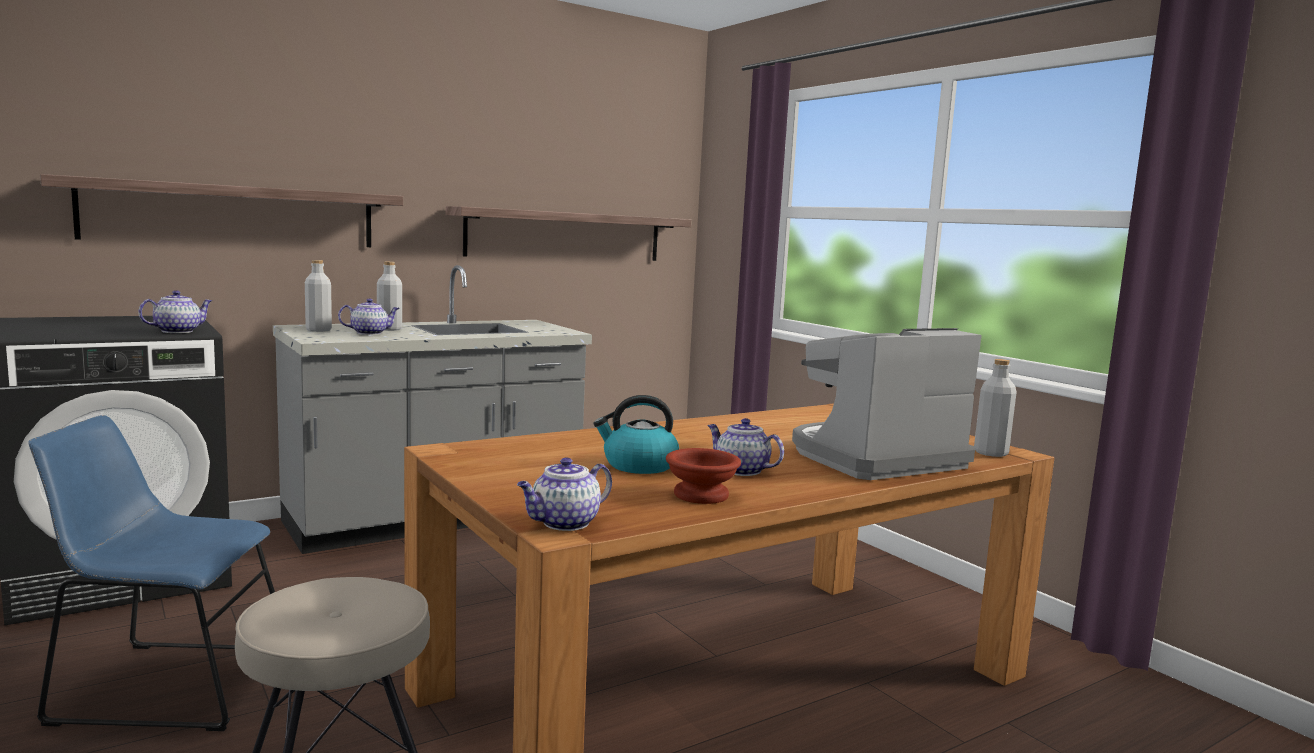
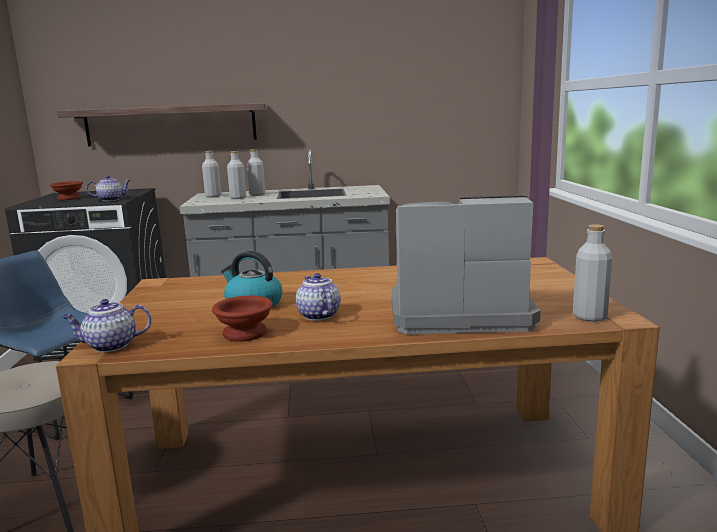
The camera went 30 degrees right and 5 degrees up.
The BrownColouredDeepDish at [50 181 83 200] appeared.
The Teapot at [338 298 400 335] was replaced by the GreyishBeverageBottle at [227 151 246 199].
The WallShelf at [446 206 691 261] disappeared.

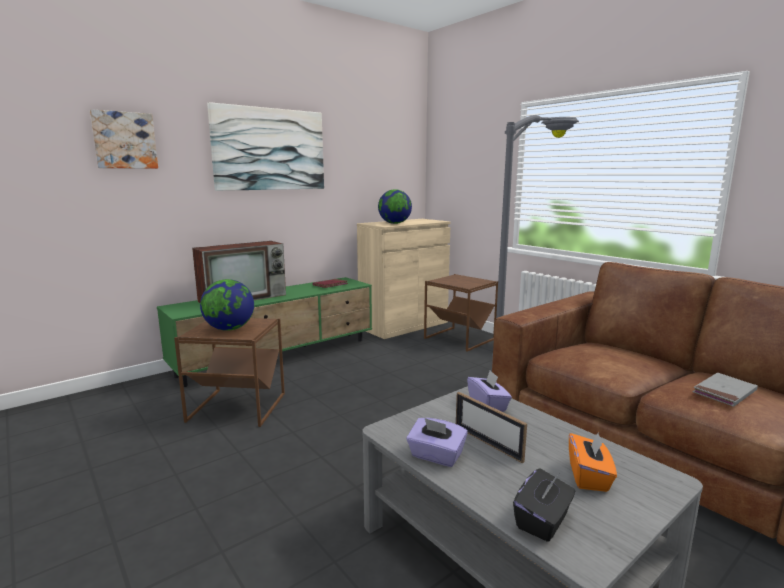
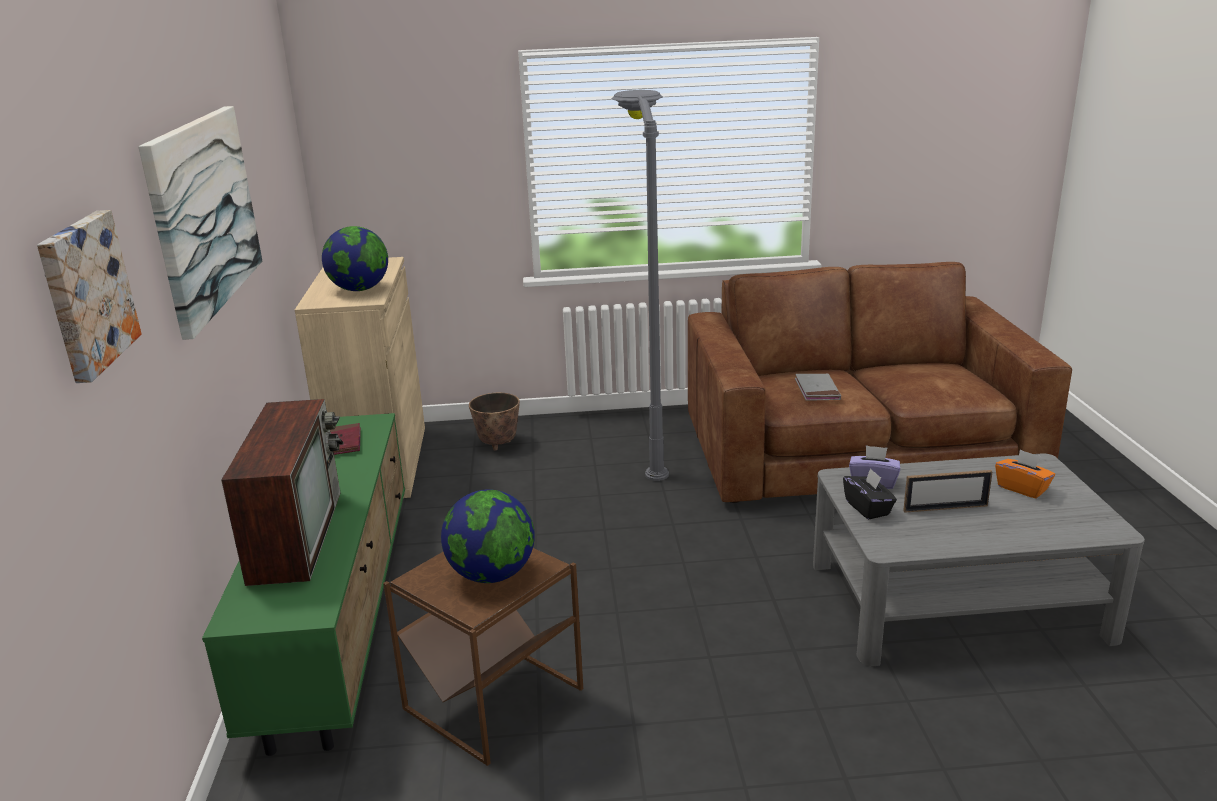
The camera went 55 degrees left and 10 degrees up.
The BrownColouredEndTable at [424 274 498 352] was replaced by the FlowerPot at [469 393 520 451].
The GreyishBook moved from [693 373 758 406] to [795 373 841 401].
The BlackColouredTissueHolder moved from [513 468 575 542] to [843 468 897 519].
The PurpleTissueHolder at [406 418 468 467] disappeared.

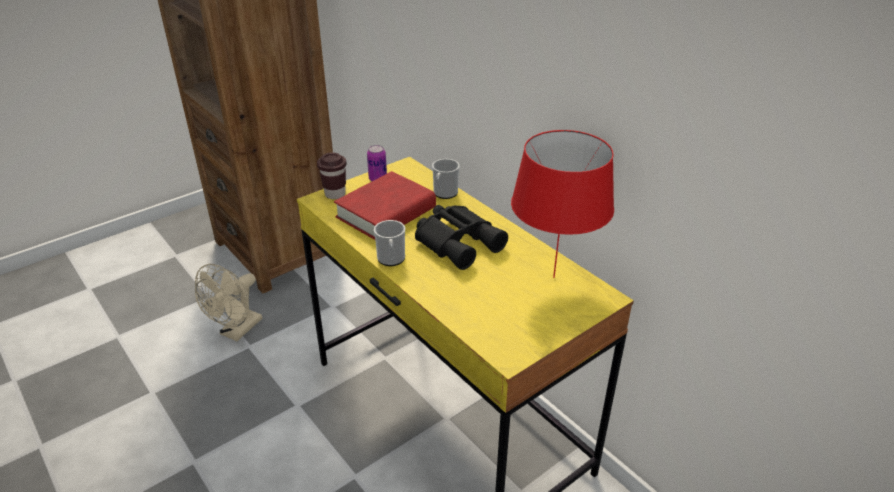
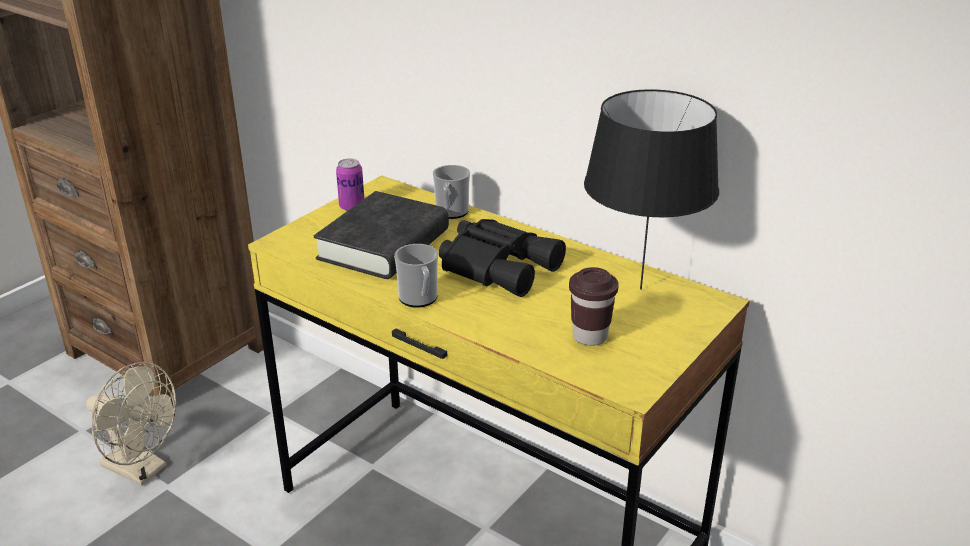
The camera went 15 degrees left and 5 degrees down.
The BeigeColouredFan at [195 264 262 341] turned 75 degrees counterclockwise.
The RedColouredBook at [334 171 436 240] became the BlackColouredBook at [313 191 449 279].
The BrownColouredSmallCup moved from [317 152 347 199] to [569 267 619 346].
The RedColouredTabletopLamp at [511 130 614 278] became the BlackColouredTabletopLamp at [584 89 719 290].

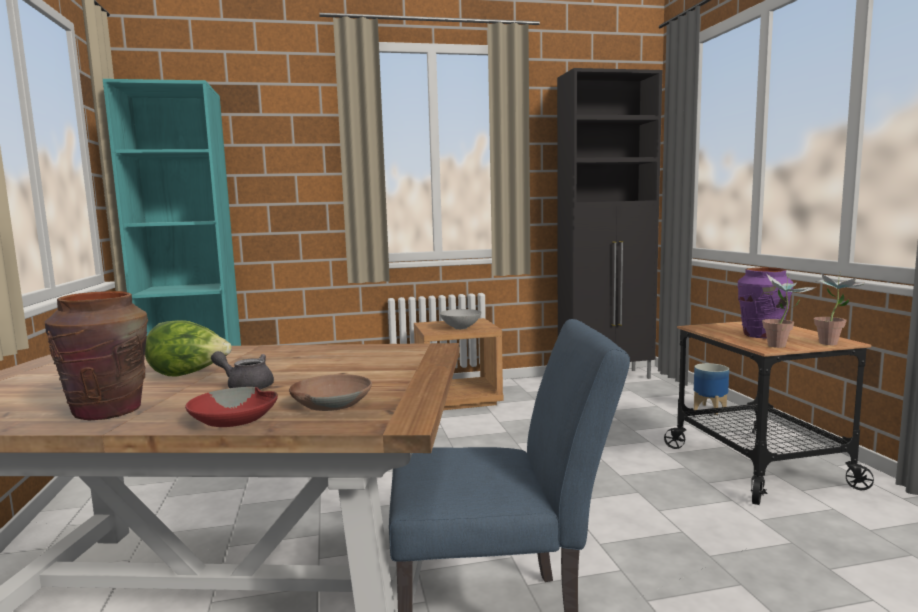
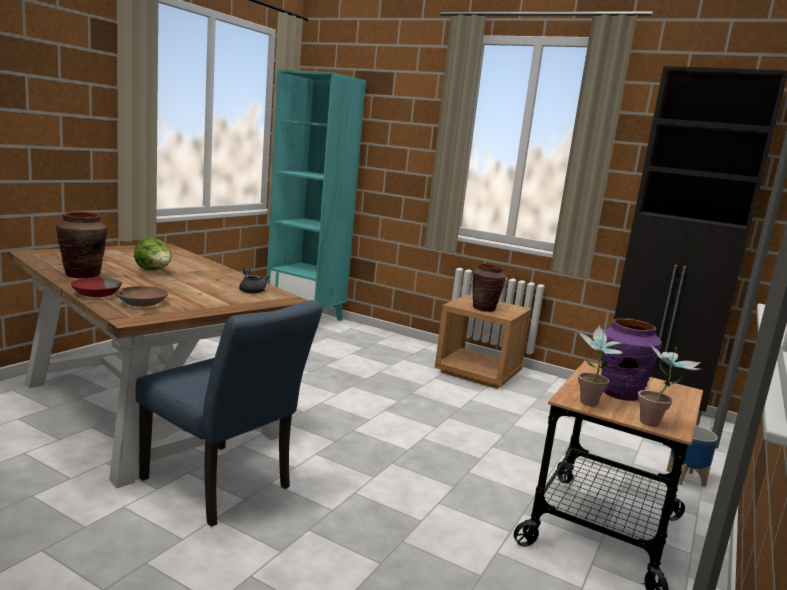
The camera went 40 degrees right and 5 degrees up.
The GreyishTeapot moved from [211 351 274 390] to [239 267 269 293].
The GreyishDeepDish at [440 309 481 329] was replaced by the BrownColouredVase at [472 263 506 312].

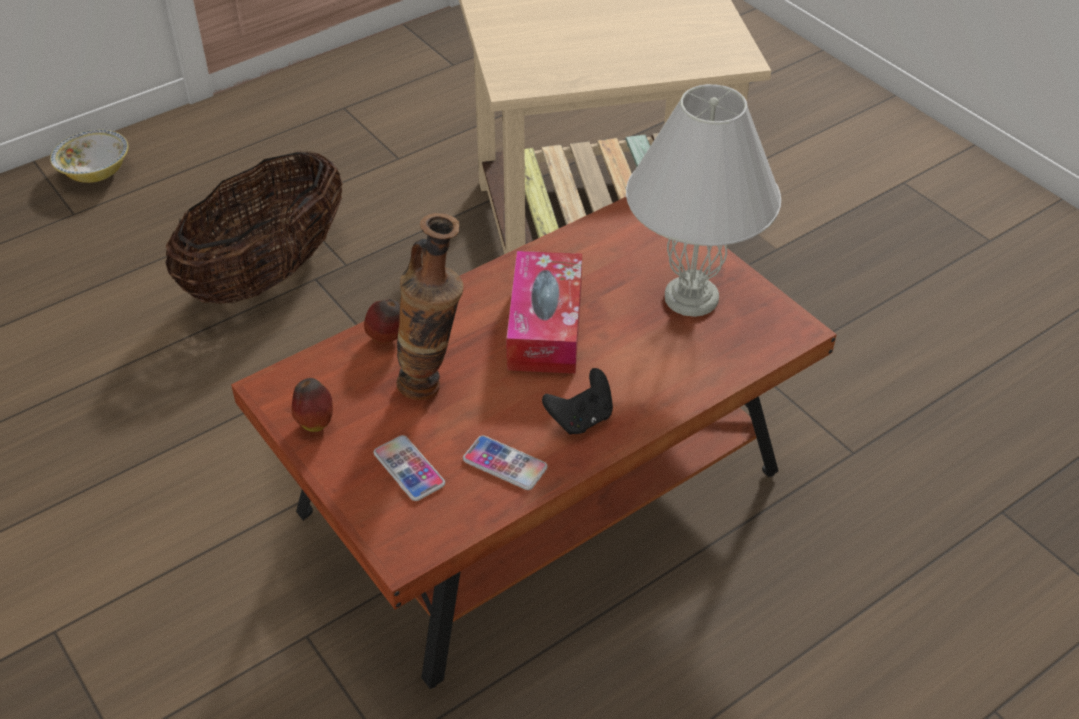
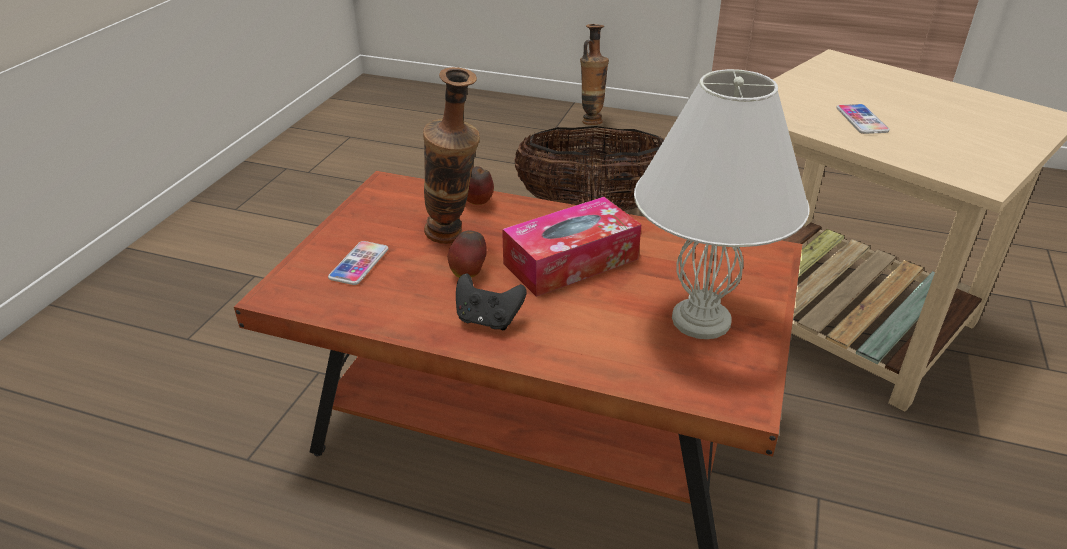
The camera went 55 degrees right and 10 degrees down.
The WholeApple moved from [291 378 333 432] to [448 230 487 278].
The DeepDish at [50 130 129 183] was replaced by the Vase at [580 24 609 125].
The Phone moved from [463 435 547 490] to [836 104 890 134].

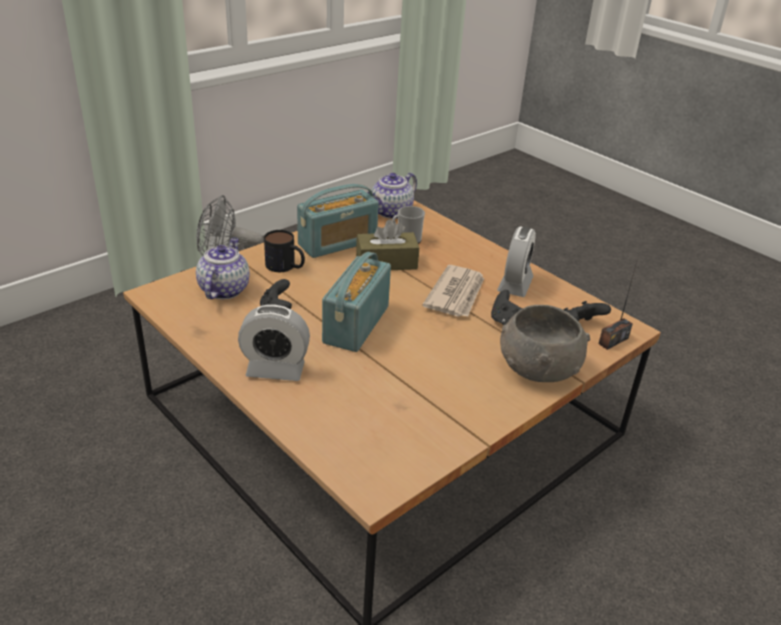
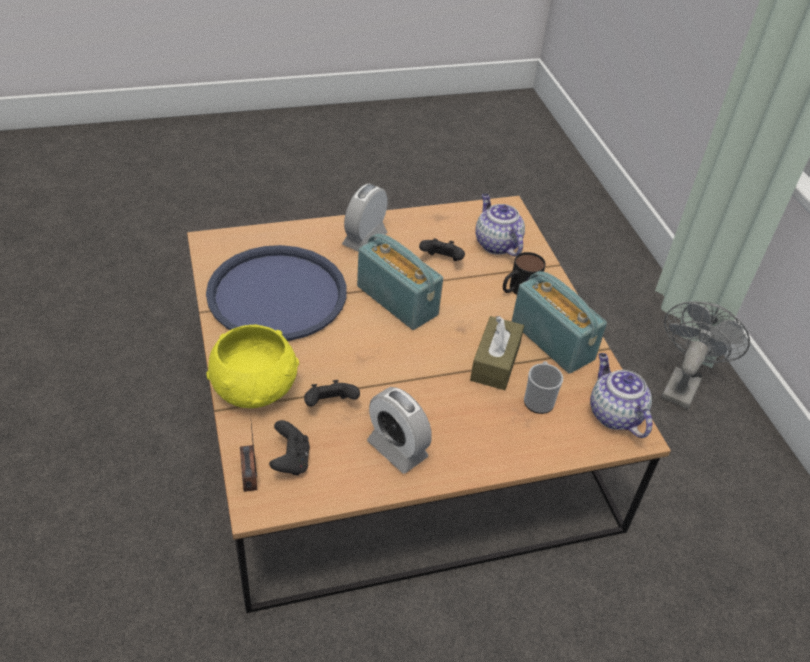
The camera went 115 degrees right and 10 degrees up.
The BlueTray at [206 245 347 341] appeared.
The GreyishDeepDish at [500 305 590 382] became the YellowDeepDish at [206 325 299 408].
The Teapot at [196 237 250 299] turned 150 degrees counterclockwise.
The RadioSet at [297 184 379 258] turned 150 degrees clockwise.
The DailyPaper at [422 265 484 317] disappeared.

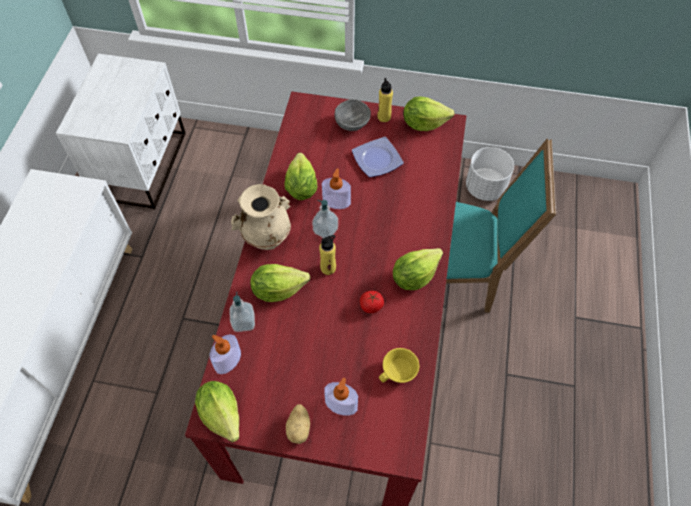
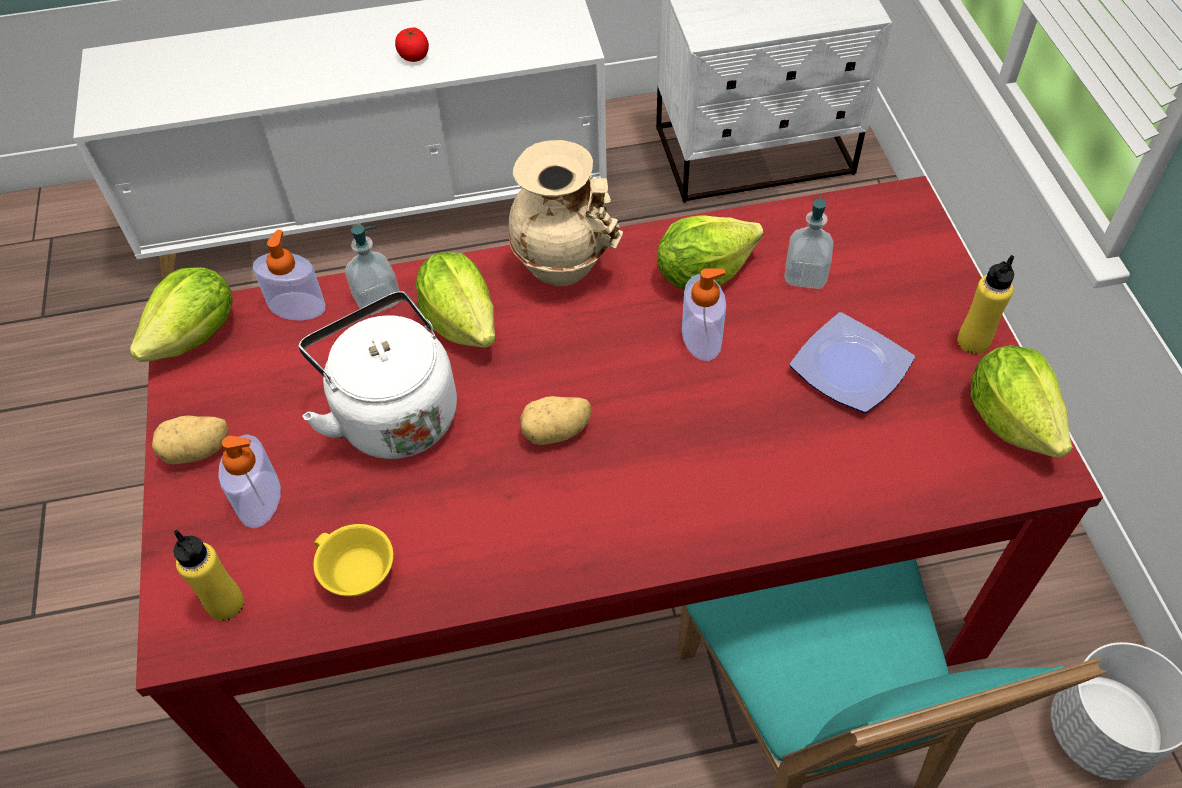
The camera went 70 degrees right and 5 degrees down.
The YellowBeverageBottle moved from [319 235 336 275] to [174 530 244 621].
The WhiteTeaKettle at [299 291 457 459] appeared.
The WholeTomato moved from [360 291 384 313] to [395 27 429 62].
The WholePotato at [520 396 592 445] appeared.
The LiquidSoapBottle moved from [312 200 338 238] to [784 195 834 289].
The GreyishDeepDish at [334 99 371 131] disappeared.
The HeadOfLettuce at [393 248 443 290] disappeared.

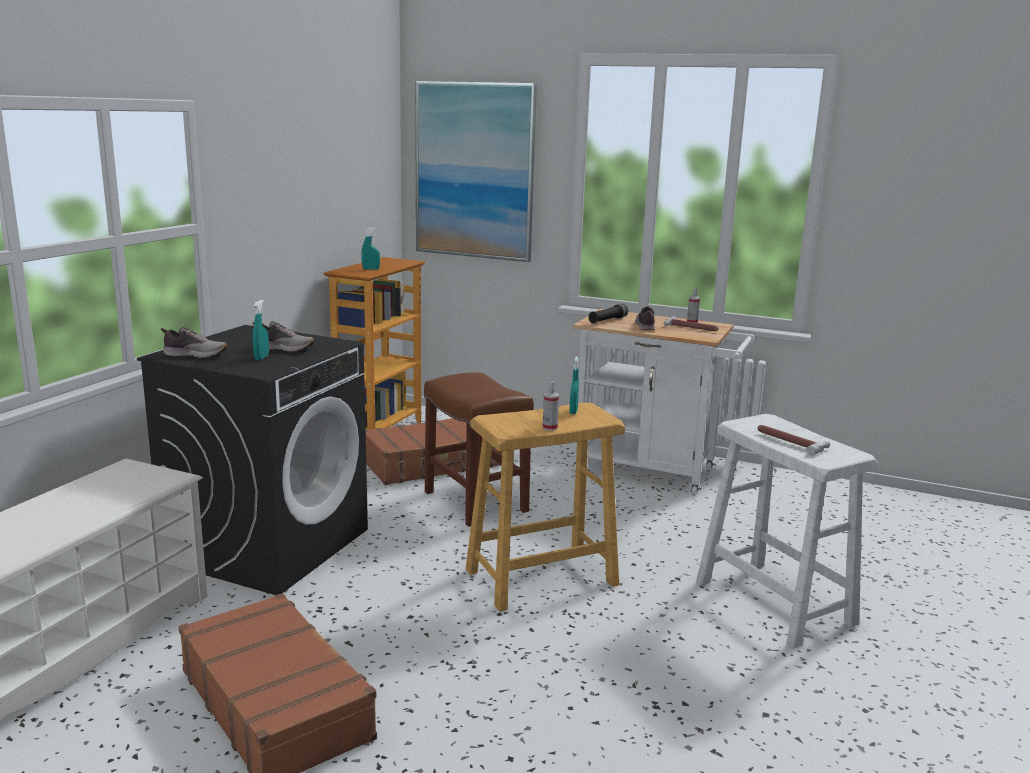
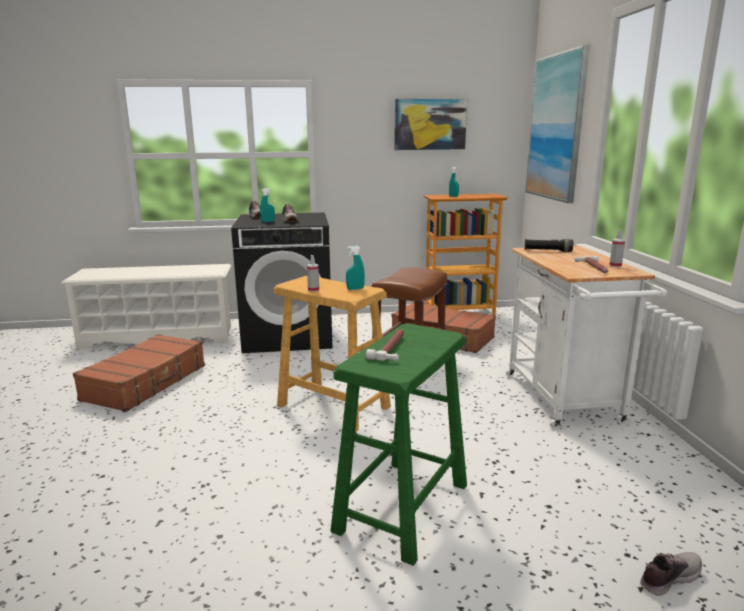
The camera went 60 degrees right and 0 degrees up.
The WhiteSittingStool at [696 414 878 649] became the GreenSittingStool at [331 323 467 566].
The WallArt at [394 99 467 150] appeared.
The LowShoe moved from [635 306 655 330] to [640 552 702 596].

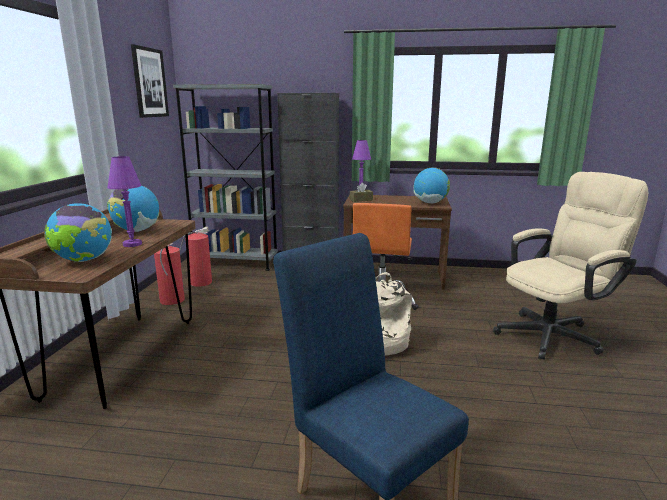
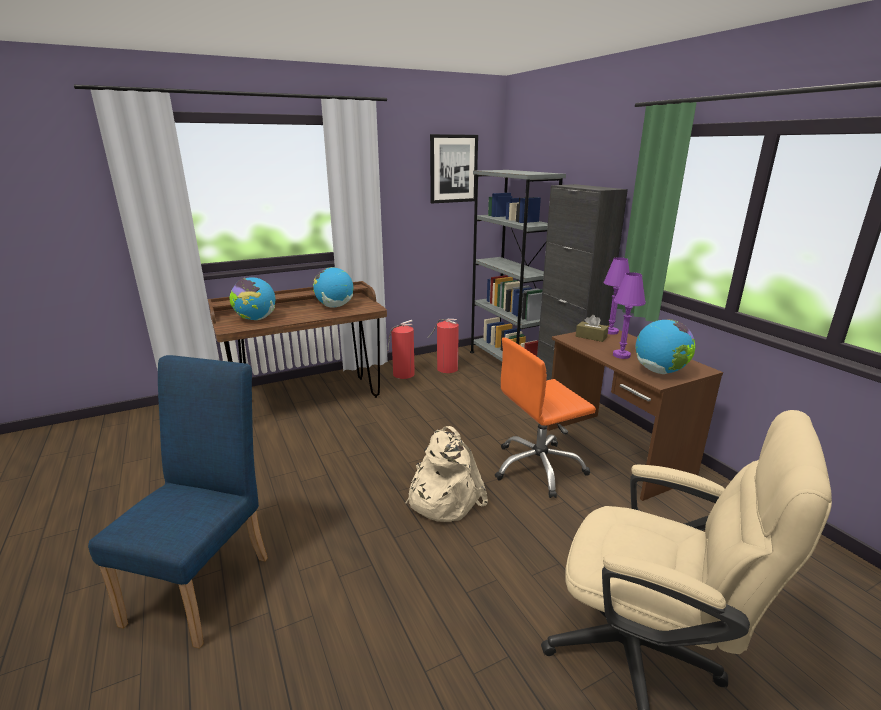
The camera went 55 degrees right and 5 degrees up.
The PurpleTabletopLamp moved from [107 156 142 247] to [613 272 646 359].

